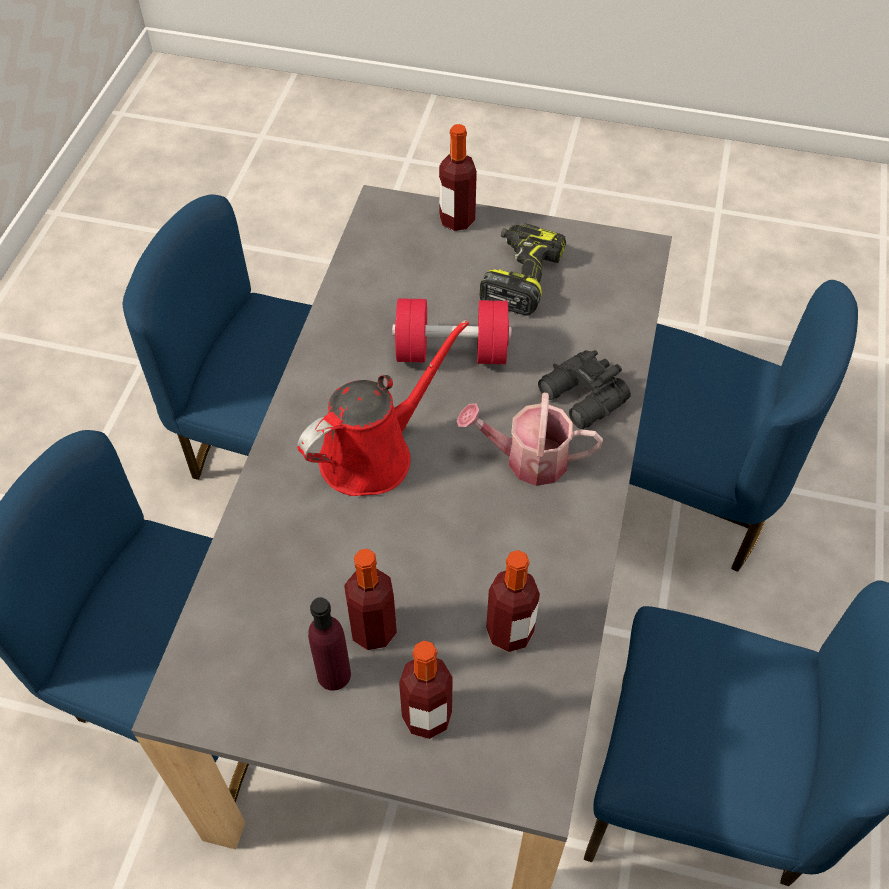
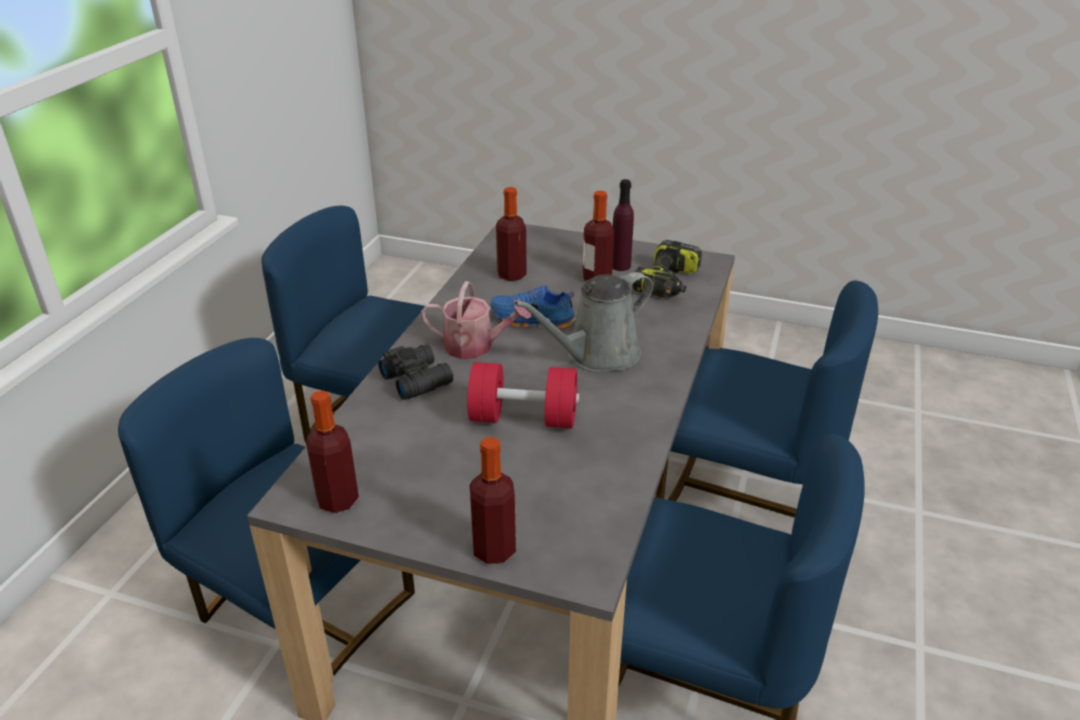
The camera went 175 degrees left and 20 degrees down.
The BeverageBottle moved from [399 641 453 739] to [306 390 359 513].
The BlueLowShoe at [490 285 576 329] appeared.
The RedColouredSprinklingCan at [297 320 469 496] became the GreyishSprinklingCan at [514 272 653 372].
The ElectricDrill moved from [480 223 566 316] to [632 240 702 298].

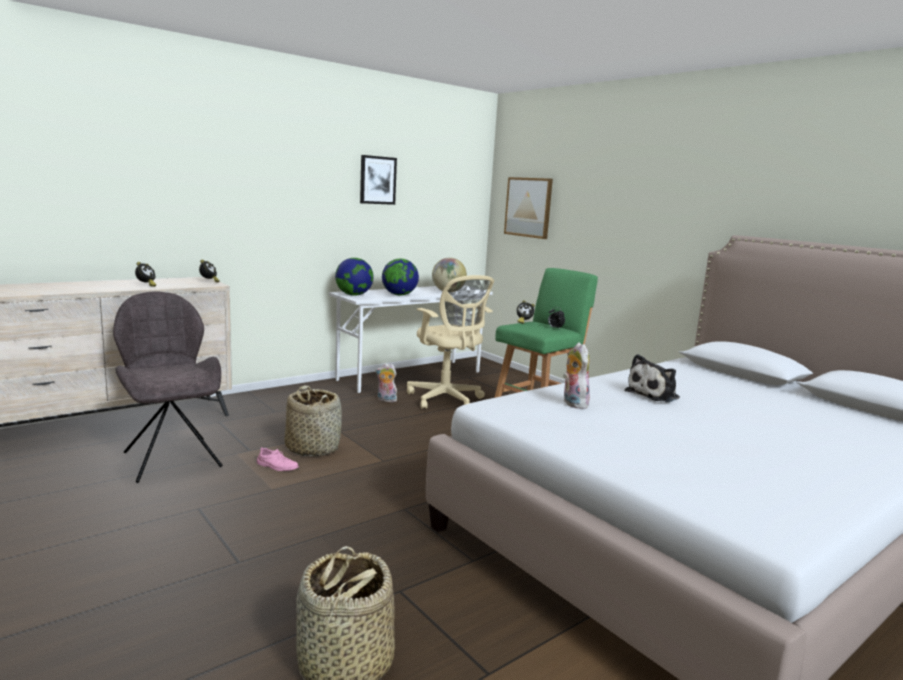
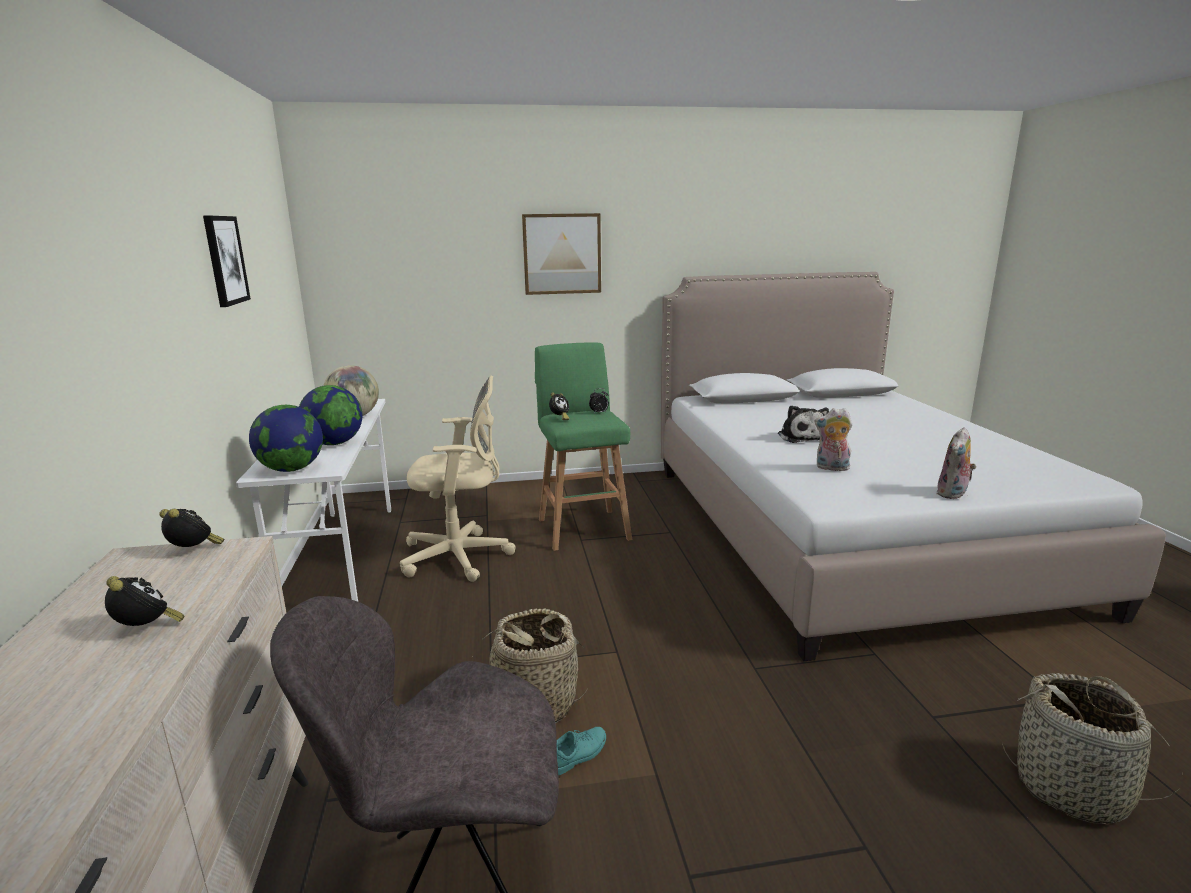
The camera went 60 degrees left and 5 degrees up.
The WallArt moved from [504 177 553 239] to [522 213 601 295].
The PinkColouredLowShoe at [257 447 299 471] became the TurquoiseLowShoe at [557 727 606 776].
The SoftToy moved from [375 363 397 402] to [936 427 976 499].

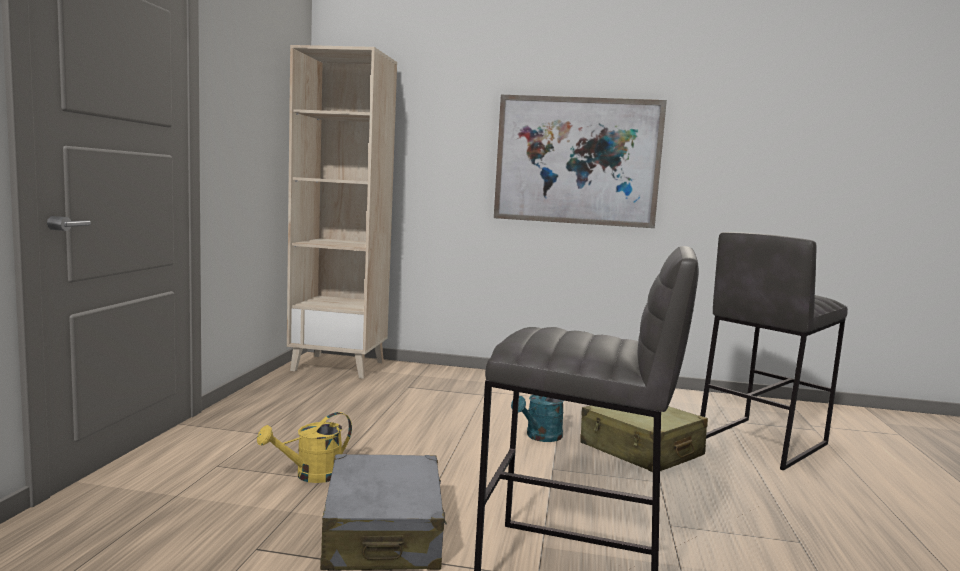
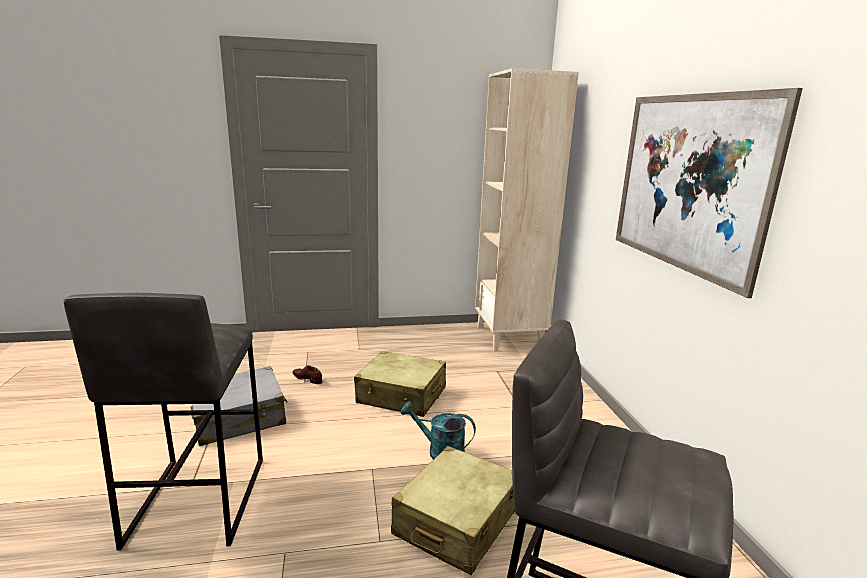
The camera went 70 degrees right and 10 degrees up.
The YellowSprinklingCan at [257 412 352 483] was replaced by the BrownColouredLowShoe at [292 365 322 384].
The BeigeColouredPieceOfLuggage at [354 351 446 417] appeared.

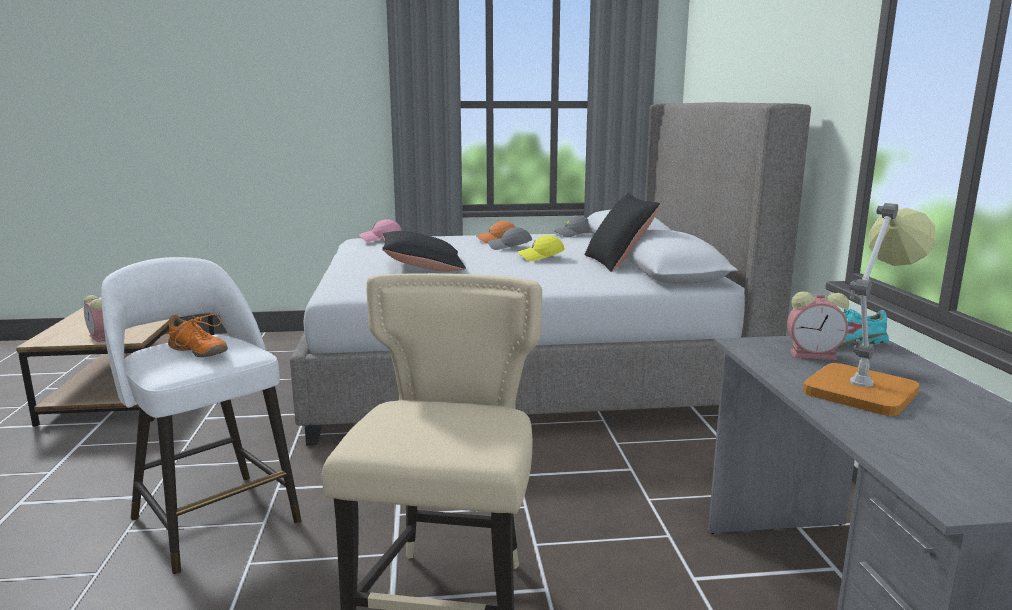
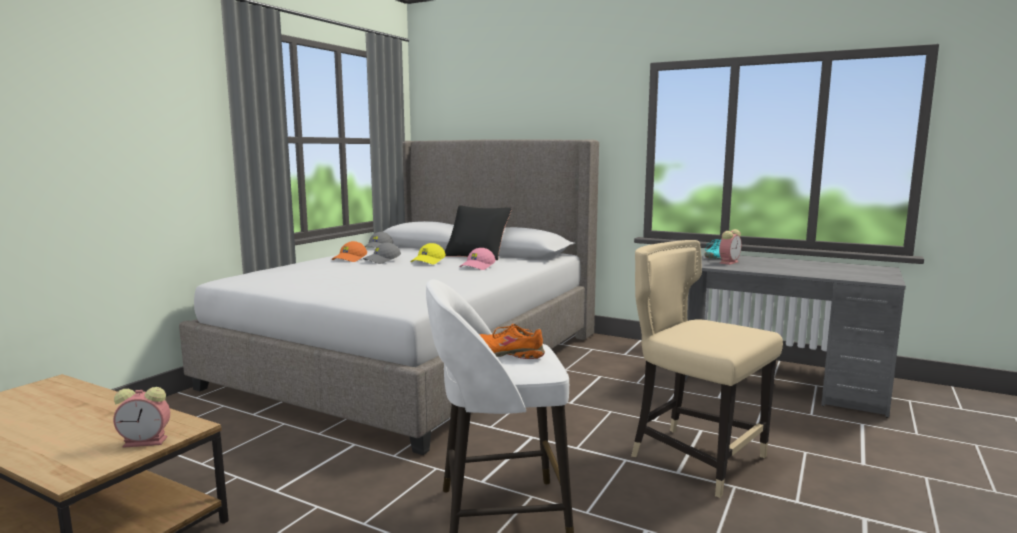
The camera went 55 degrees left and 5 degrees down.
The PinkColouredCap moved from [359 219 402 242] to [459 248 496 270].
The OrangeyLowShoe at [161 314 228 357] turned 135 degrees counterclockwise.
The BlackColouredPillow at [382 231 466 272] disappeared.
The TabletopLamp at [803 203 936 416] disappeared.

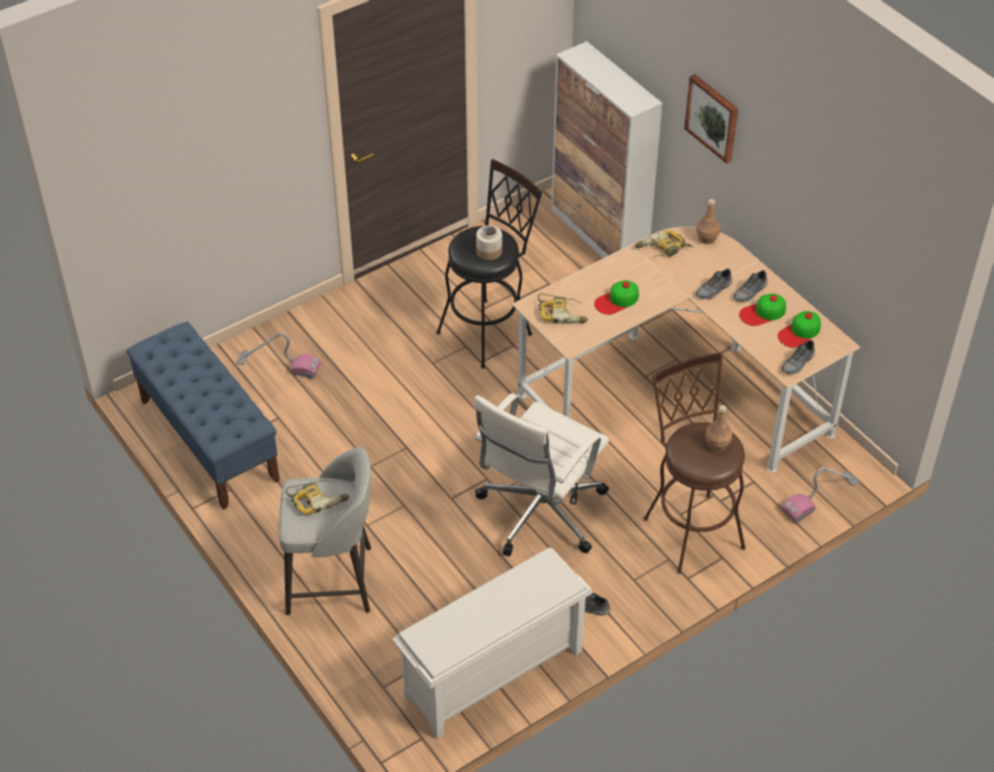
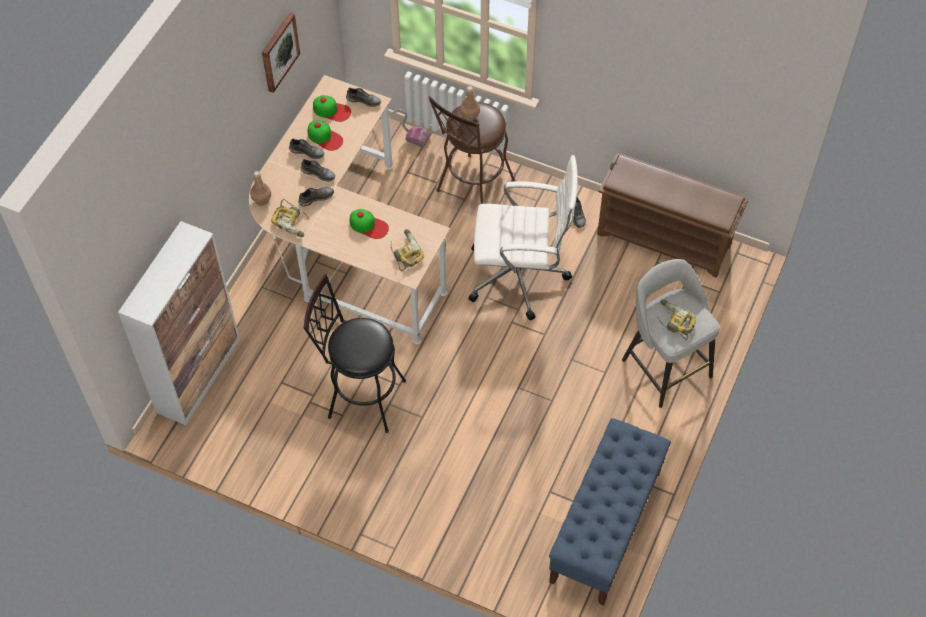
The camera went 120 degrees left and 10 degrees up.
The WallArt moved from [684 74 738 164] to [262 13 300 93].
The GreyishLowShoe at [298 187 334 207] appeared.
The WhiteShoeStand at [392 548 592 739] became the BrownColouredShoeStand at [597 153 748 278].
The Hoover at [236 332 321 379] disappeared.
The StorageJar at [476 225 502 260] disappeared.

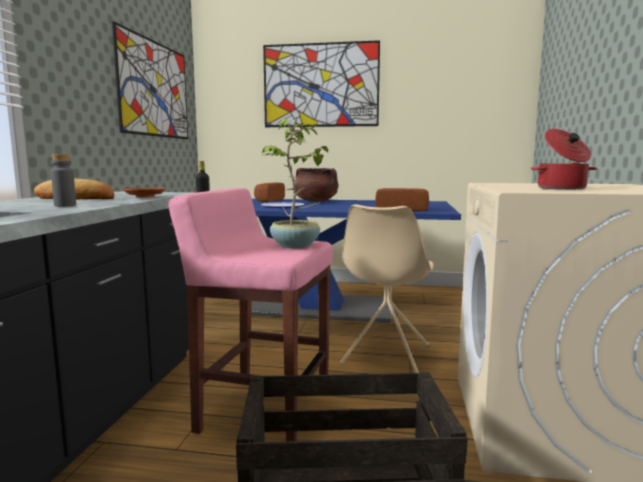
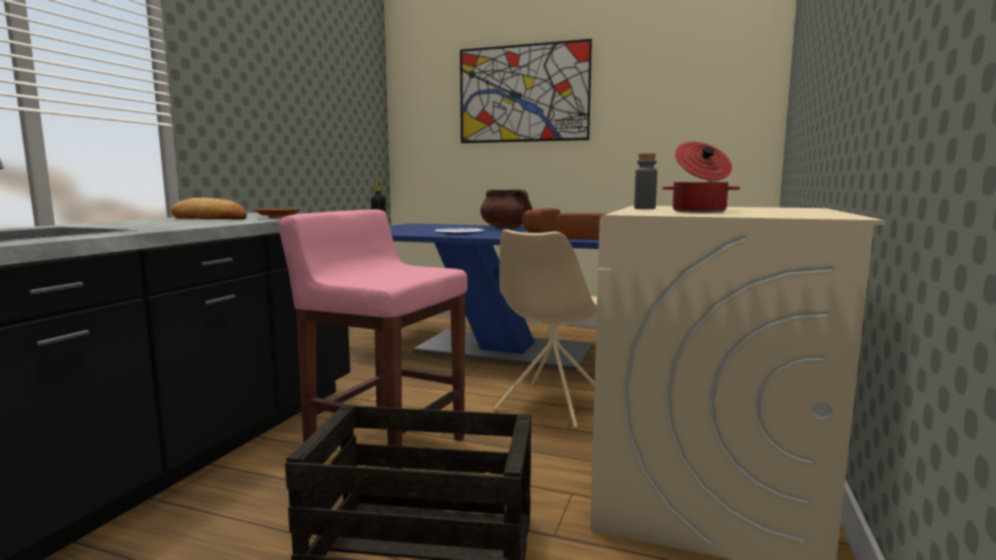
The camera went 10 degrees right and 0 degrees up.
The BakedBread moved from [254 183 285 202] to [522 208 560 233].
The GreyishBeverageBottle moved from [51 154 76 207] to [634 153 657 209].
The WallArt at [112 21 188 139] disappeared.
The Houseplant at [262 118 328 249] disappeared.

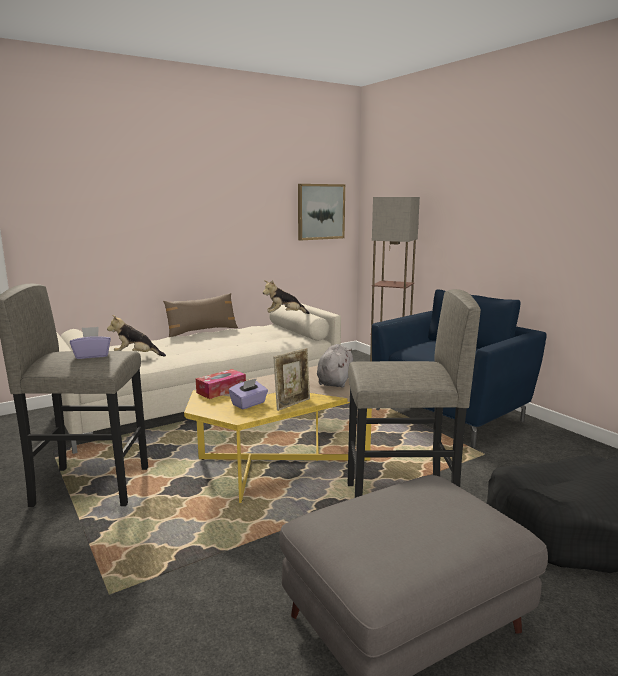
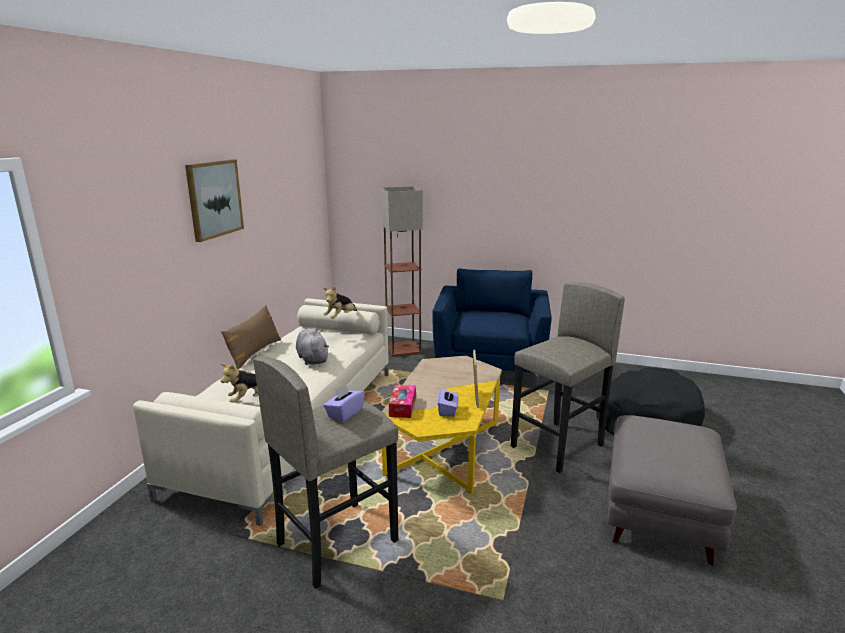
The camera went 40 degrees left and 5 degrees up.
The WallArt moved from [298 184 345 240] to [185 159 244 242].
The GreyishSoftToy moved from [317 344 353 388] to [296 328 329 365].

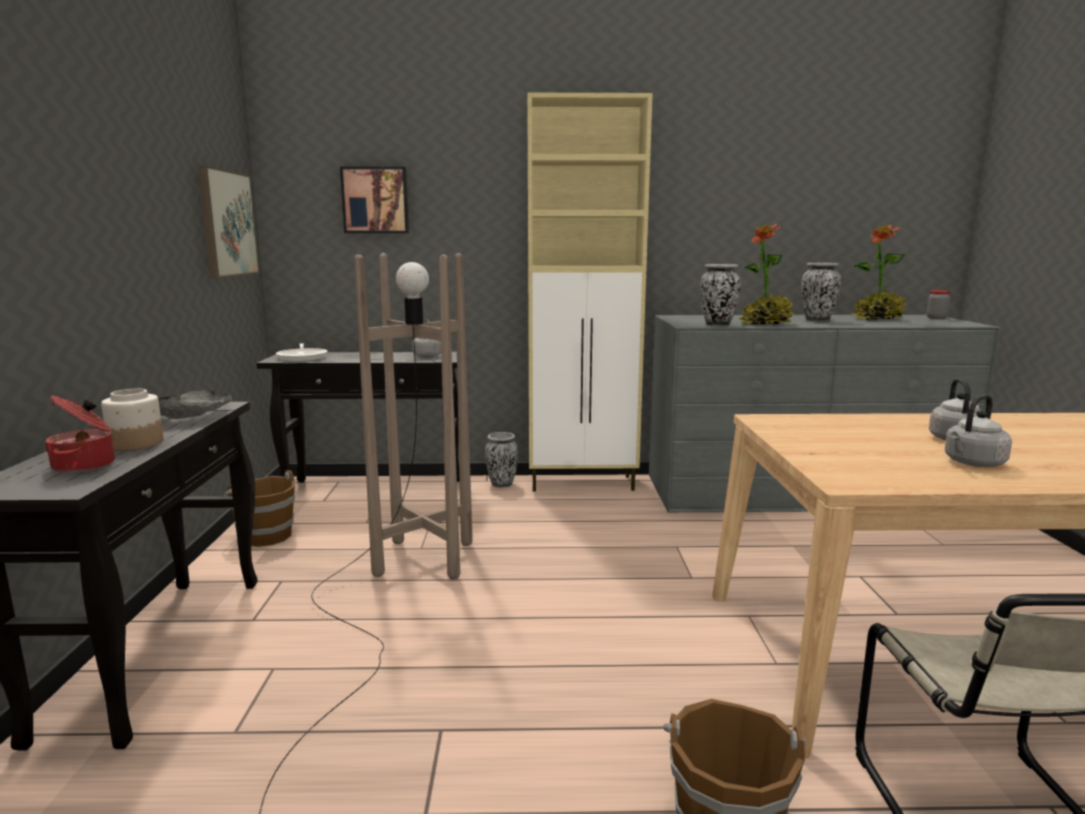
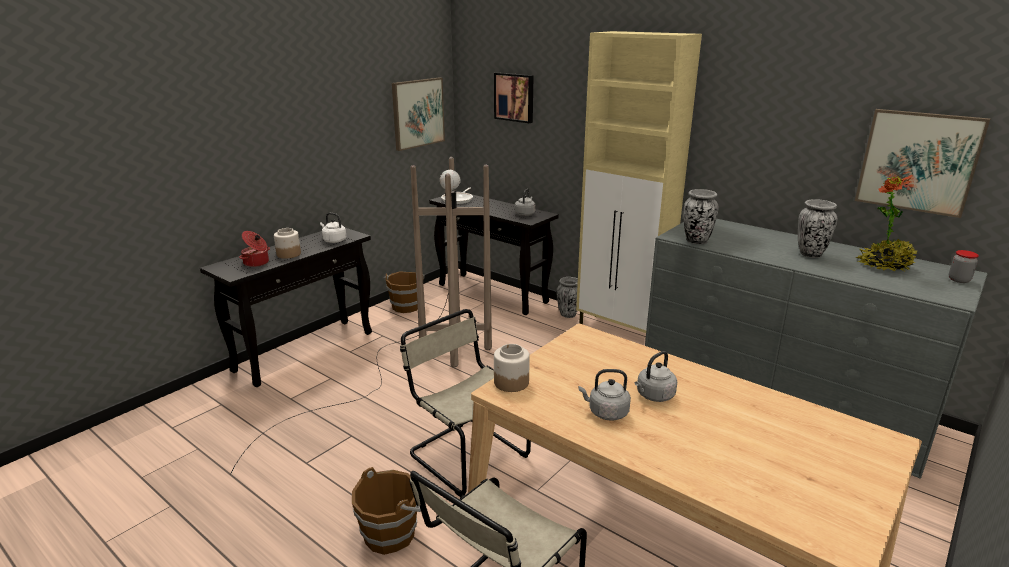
The camera went 40 degrees right and 10 degrees up.
The GreyishDeepDish at [158 390 232 419] was replaced by the WhiteTeaKettle at [320 213 346 243].
The BeigeColouredChair at [400 309 531 497] appeared.
The StorageJar at [494 344 530 392] appeared.
The WallArt at [855 109 990 218] appeared.
The Houseplant at [739 223 794 324] disappeared.

